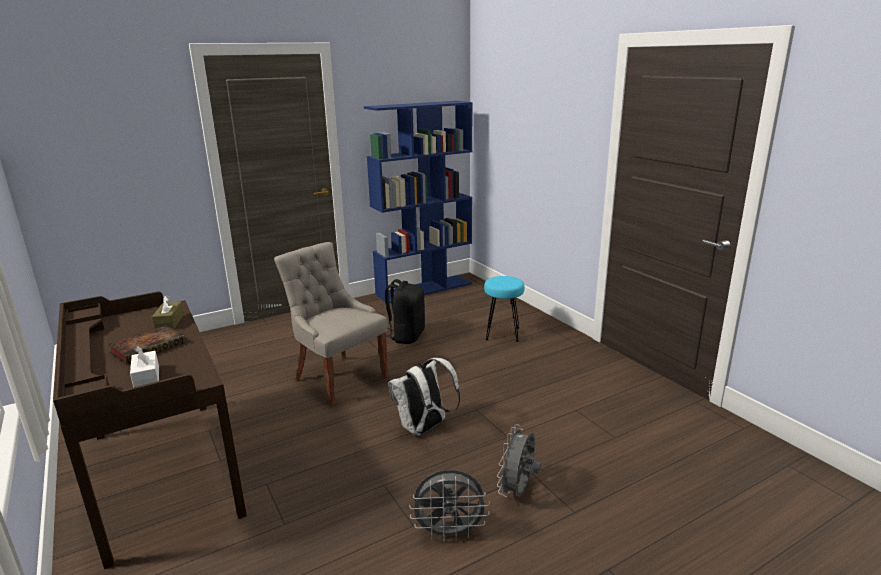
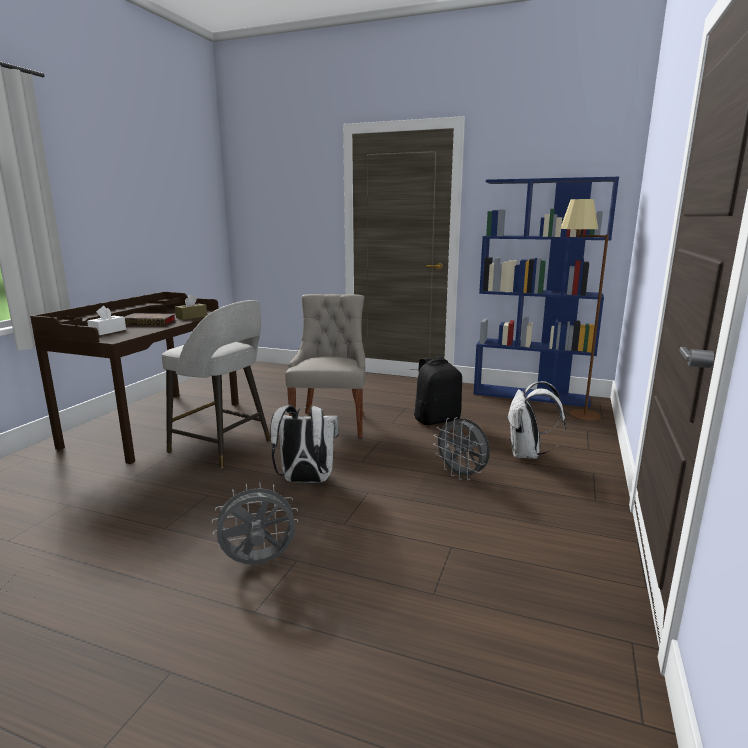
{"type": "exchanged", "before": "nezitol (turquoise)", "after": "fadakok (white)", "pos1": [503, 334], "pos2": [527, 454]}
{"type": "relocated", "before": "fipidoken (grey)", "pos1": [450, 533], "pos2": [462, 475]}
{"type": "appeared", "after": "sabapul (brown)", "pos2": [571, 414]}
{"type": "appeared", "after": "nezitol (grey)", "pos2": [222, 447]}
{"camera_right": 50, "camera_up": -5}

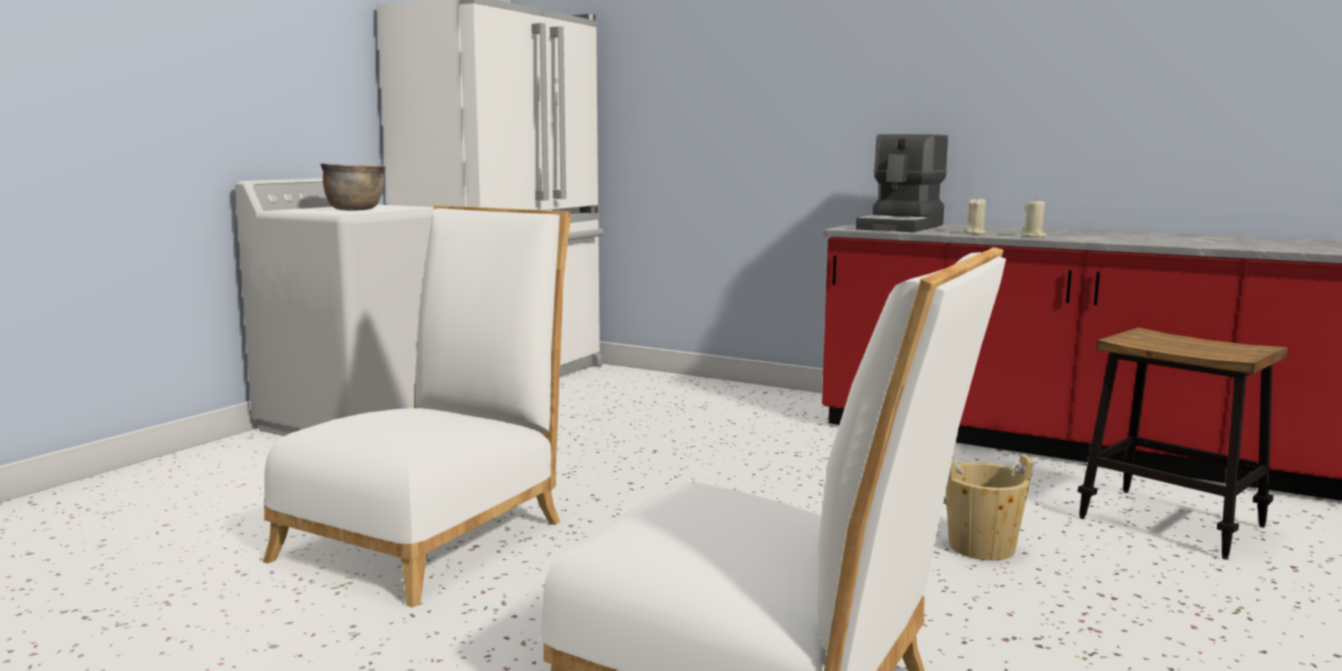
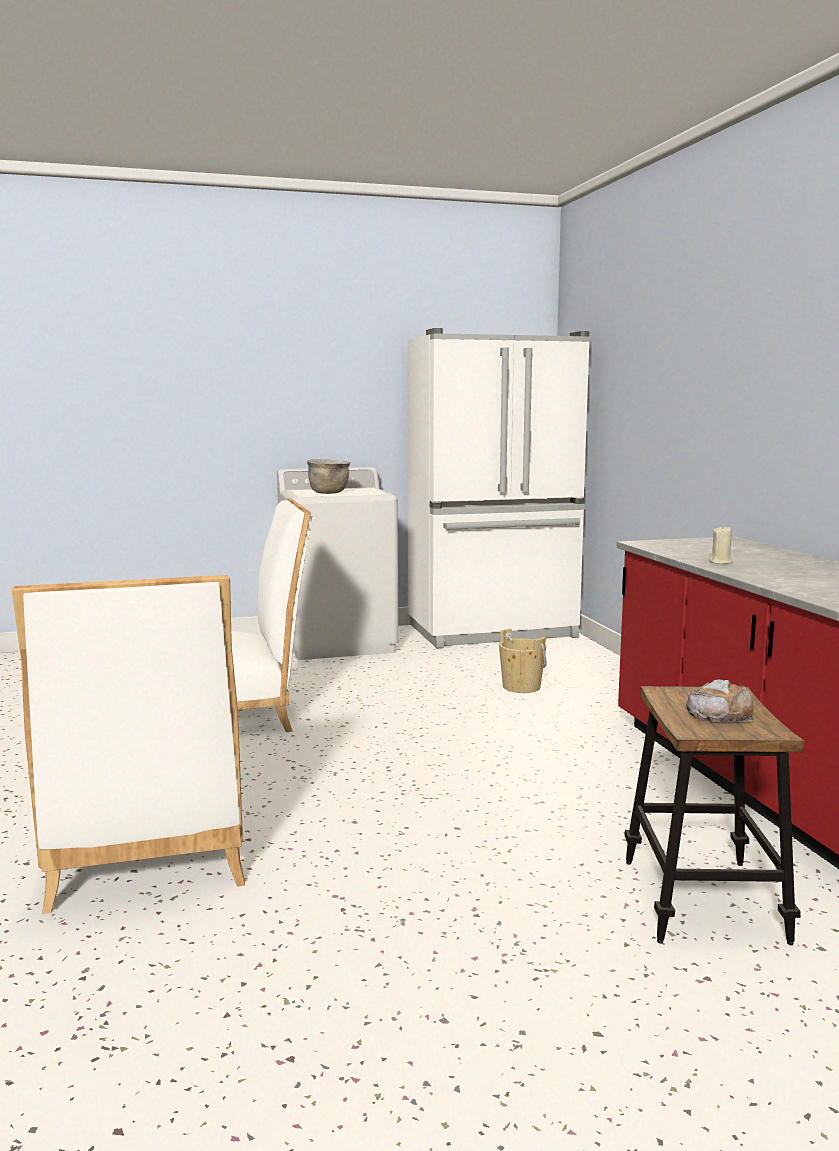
{"type": "missing", "before": "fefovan", "pos1": [902, 227]}
{"type": "missing", "before": "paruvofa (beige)", "pos1": [1033, 236]}
{"type": "relocated", "before": "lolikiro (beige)", "pos1": [981, 547], "pos2": [521, 687]}
{"type": "appeared", "after": "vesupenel", "pos2": [720, 713]}
{"camera_right": 45, "camera_up": 0}

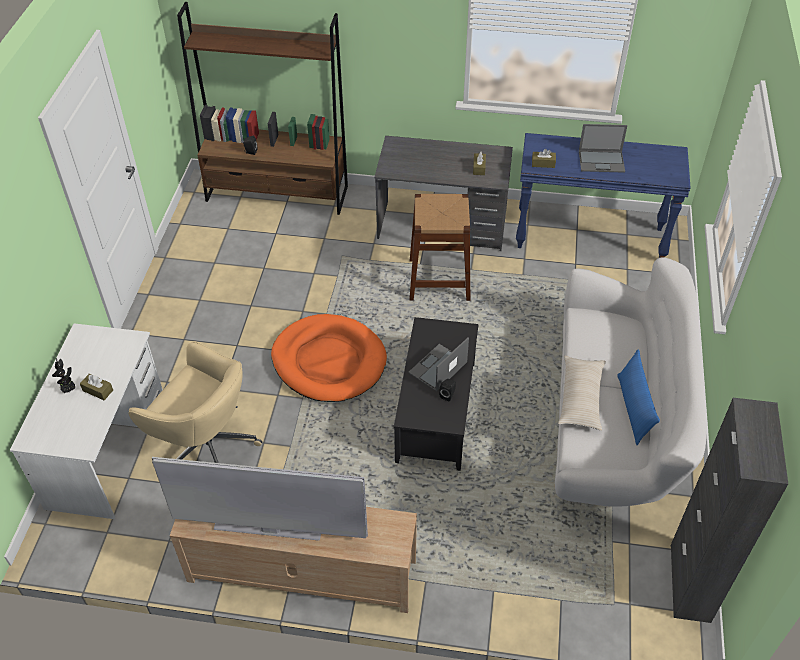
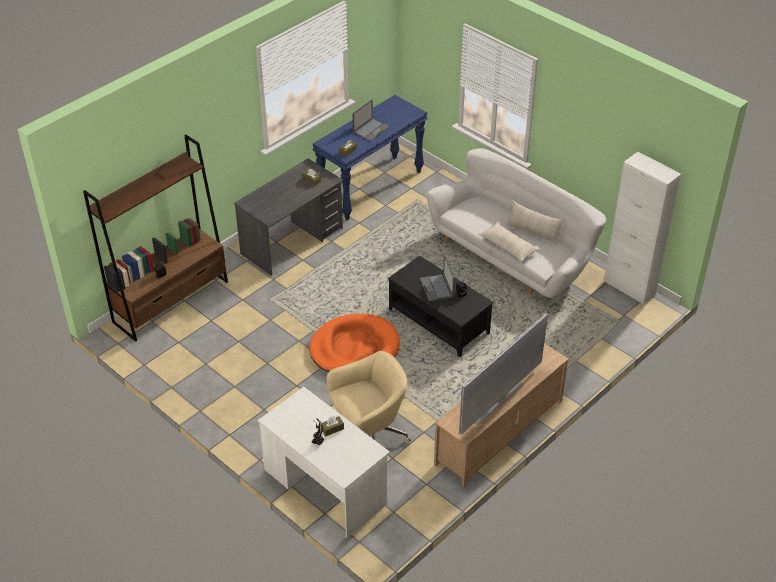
{"type": "missing", "before": "nezitol (brown)", "pos1": [439, 279]}
{"type": "colour", "before": "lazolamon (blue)", "after": "lazolamon (beige)", "pos1": [633, 409], "pos2": [533, 232]}
{"type": "colour", "before": "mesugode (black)", "after": "mesugode (white)", "pos1": [690, 583], "pos2": [629, 287]}
{"camera_right": -55, "camera_up": -5}

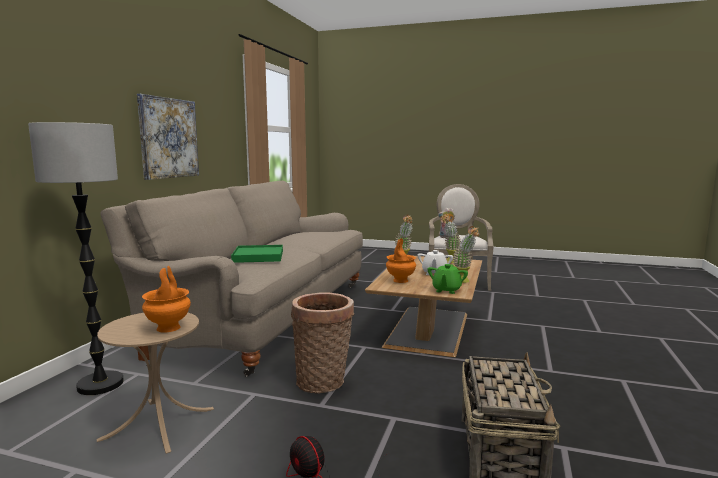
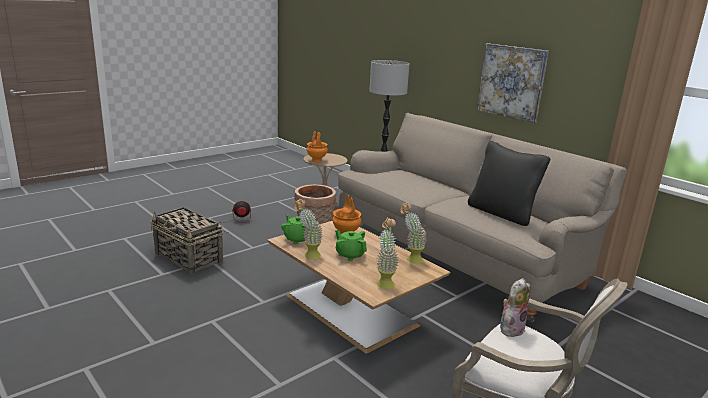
{"type": "missing", "before": "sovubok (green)", "pos1": [258, 256]}
{"type": "colour", "before": "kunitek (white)", "after": "kunitek (green)", "pos1": [434, 273], "pos2": [350, 255]}
{"type": "appeared", "after": "lazolamon (black)", "pos2": [502, 213]}
{"camera_right": 120, "camera_up": 10}

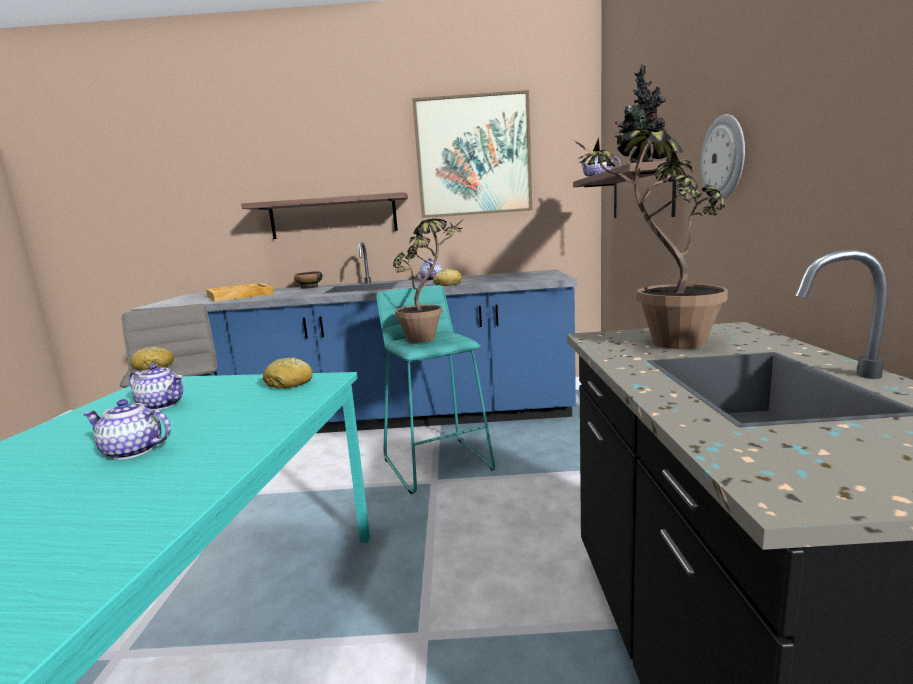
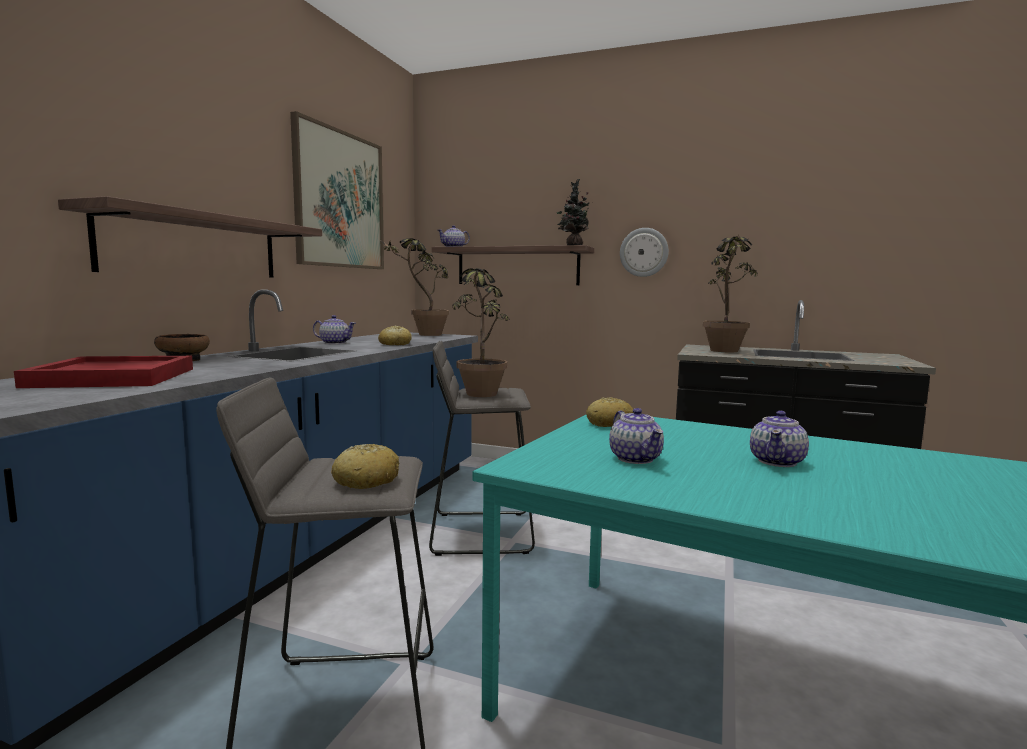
{"type": "colour", "before": "sovubok (beige)", "after": "sovubok (red)", "pos1": [240, 295], "pos2": [116, 377]}
{"type": "colour", "before": "nezitol (turquoise)", "after": "nezitol (grey)", "pos1": [439, 464], "pos2": [481, 532]}
{"type": "spun", "before": "kunitek", "pos1": [162, 405], "pos2": [636, 459], "turn": 120}
{"type": "appeared", "after": "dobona", "pos2": [422, 335]}
{"camera_right": -70, "camera_up": -5}

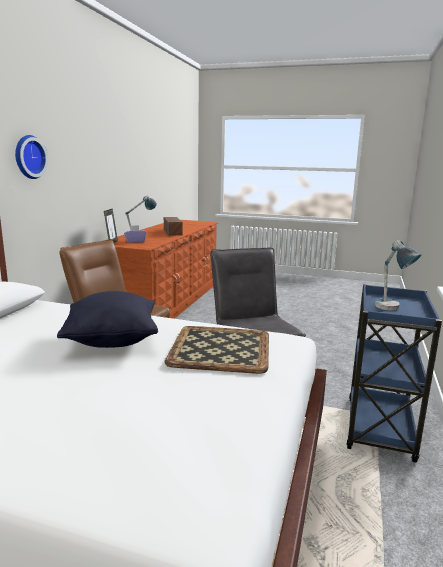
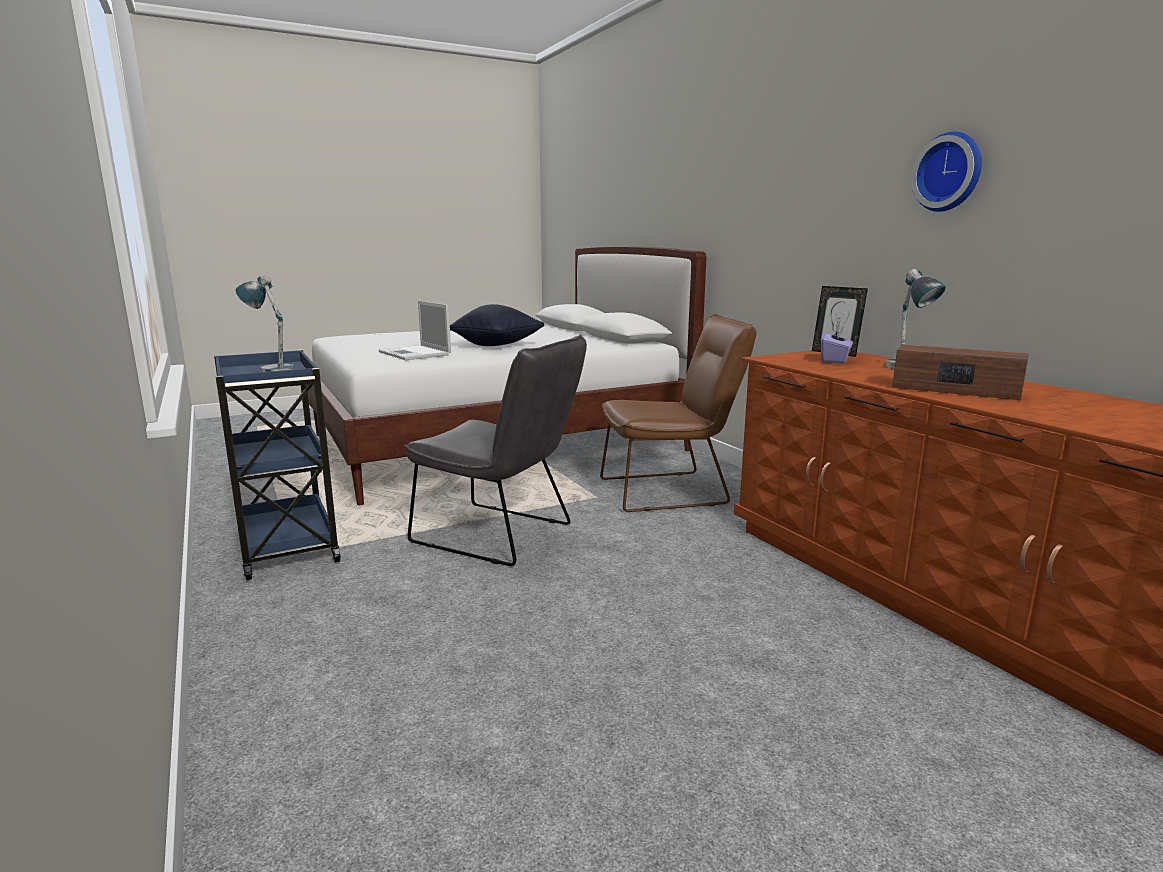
{"type": "relocated", "before": "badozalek", "pos1": [28, 157], "pos2": [949, 172]}
{"type": "exchanged", "before": "sovubok", "after": "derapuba", "pos1": [219, 348], "pos2": [415, 354]}
{"camera_right": 135, "camera_up": 0}

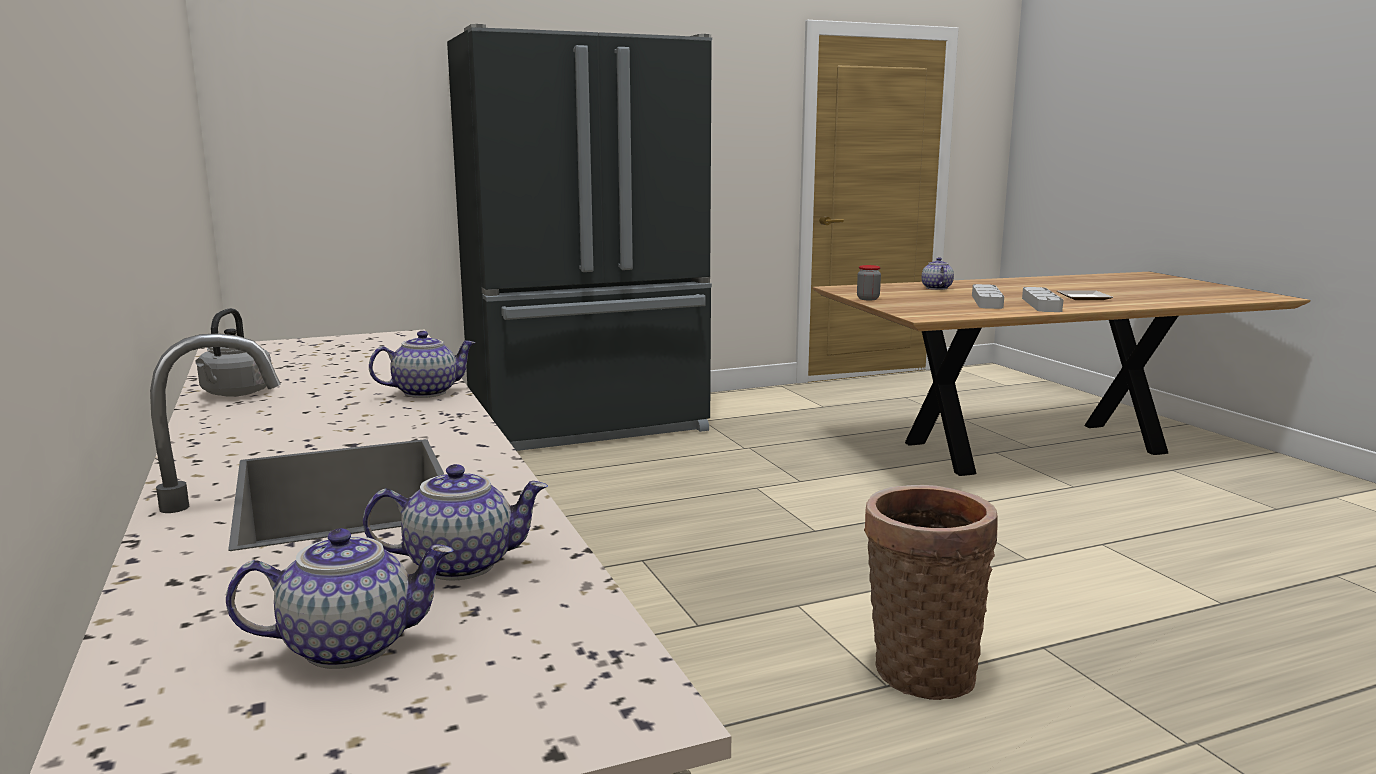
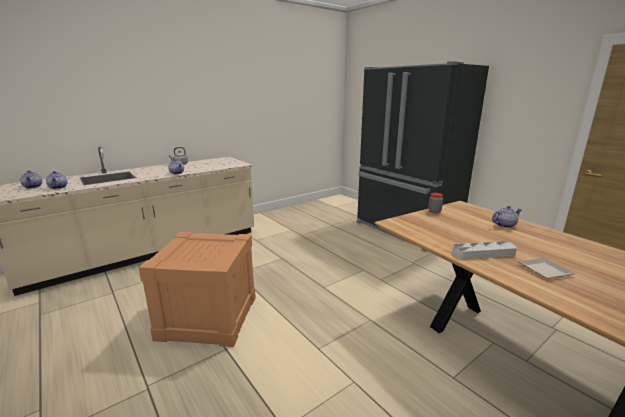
{"type": "missing", "before": "sovubok (grey)", "pos1": [987, 301]}
{"type": "exchanged", "before": "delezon", "after": "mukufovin", "pos1": [919, 669], "pos2": [208, 317]}
{"camera_right": 75, "camera_up": 5}

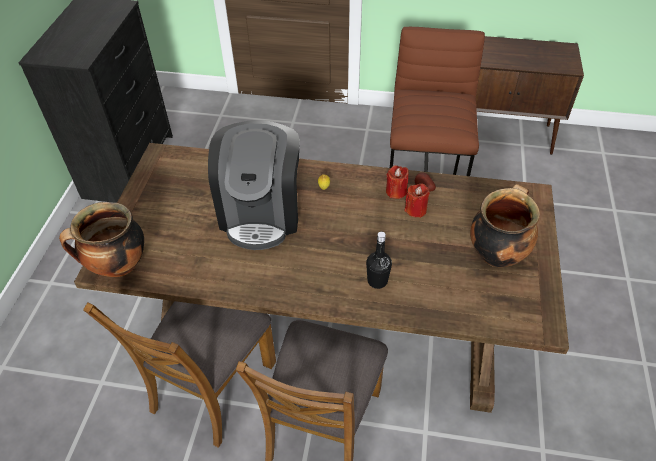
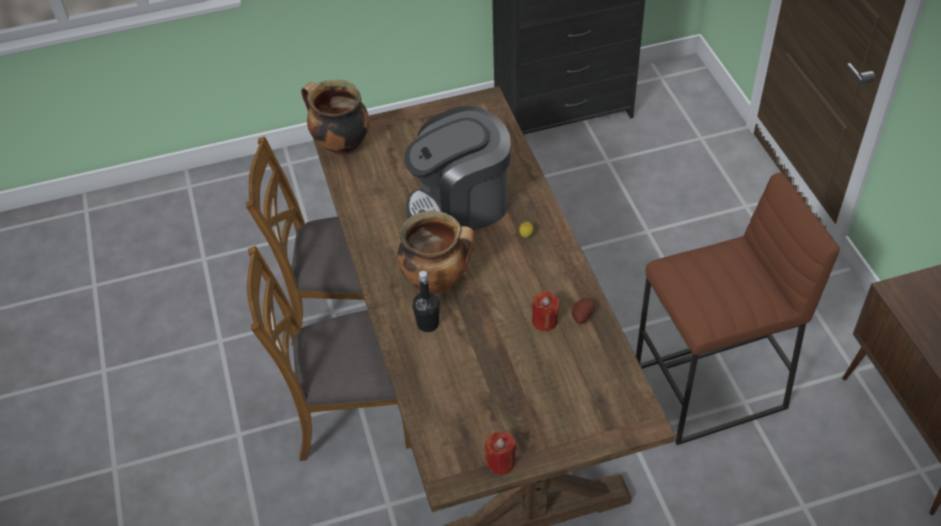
{"type": "relocated", "before": "paruvofa (red)", "pos1": [396, 191], "pos2": [500, 462]}
{"type": "relocated", "before": "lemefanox", "pos1": [496, 253], "pos2": [437, 280]}
{"camera_right": 65, "camera_up": 0}

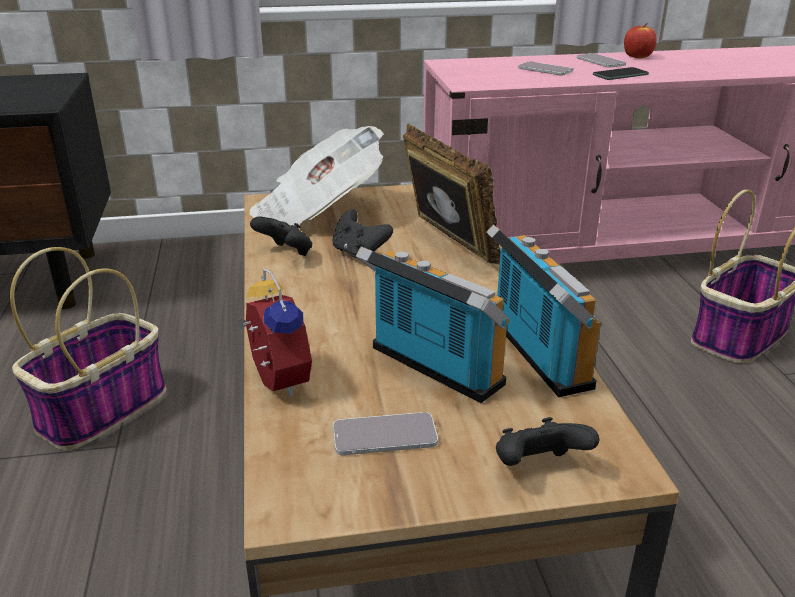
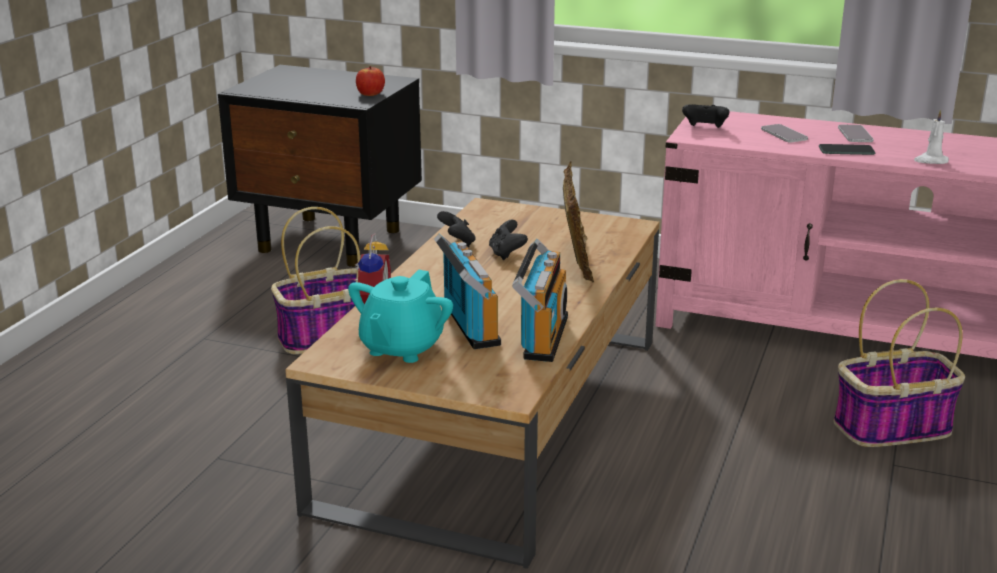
{"type": "relocated", "before": "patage", "pos1": [637, 56], "pos2": [370, 94]}
{"type": "missing", "before": "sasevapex", "pos1": [318, 211]}
{"type": "exchanged", "before": "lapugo", "after": "kunitek (turquoise)", "pos1": [384, 435], "pos2": [401, 348]}
{"type": "relocated", "before": "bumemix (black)", "pos1": [537, 468], "pos2": [704, 128]}
{"type": "appeared", "after": "paruvofa (white)", "pos2": [930, 161]}
{"camera_right": 30, "camera_up": -5}

